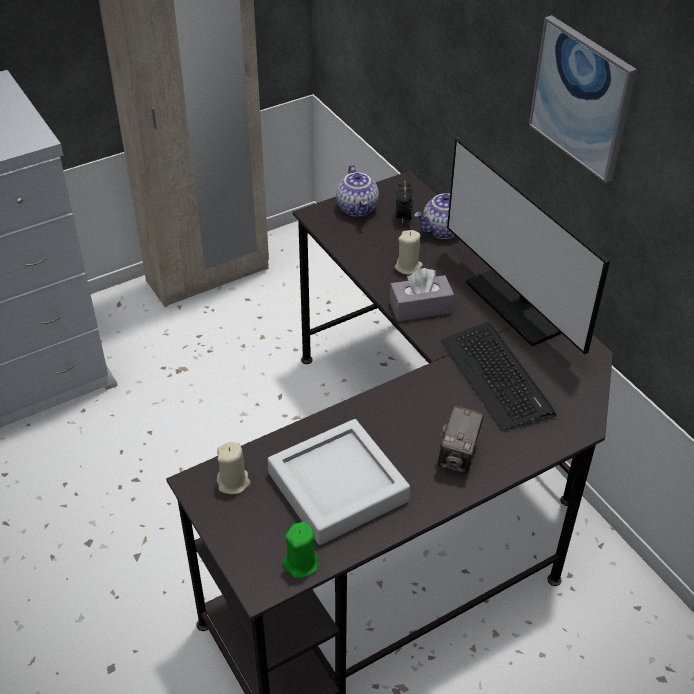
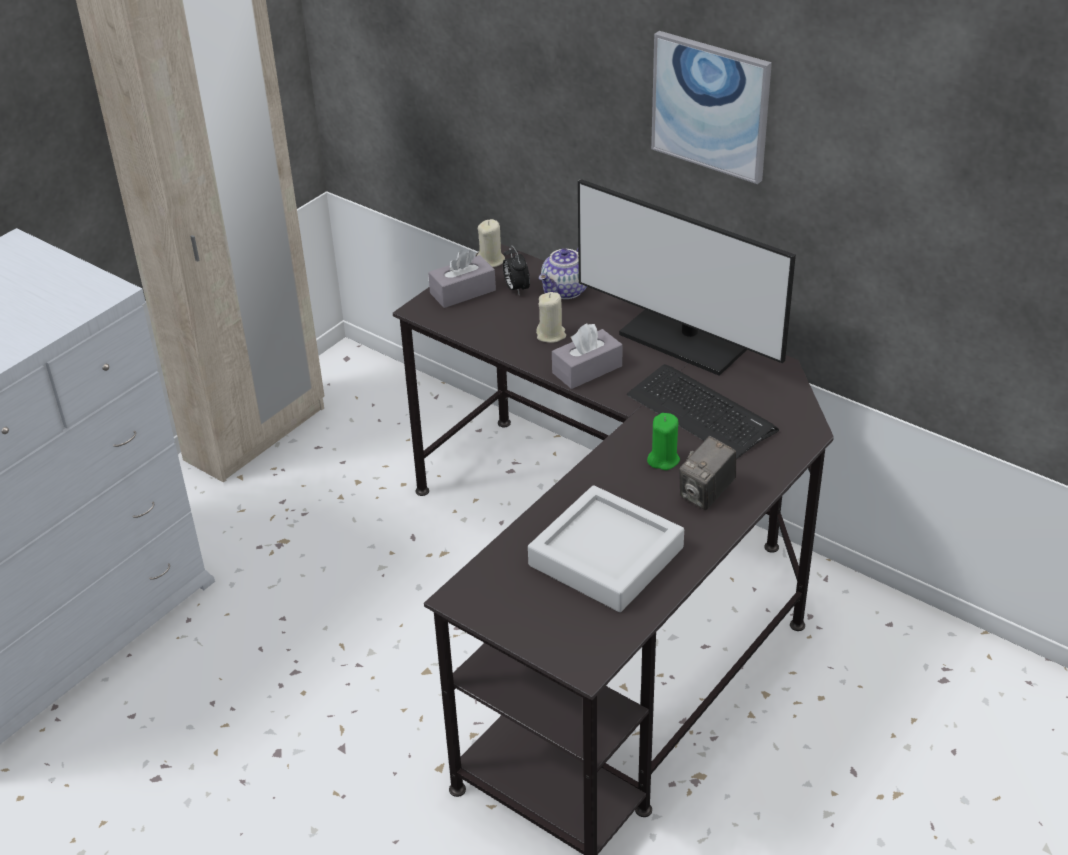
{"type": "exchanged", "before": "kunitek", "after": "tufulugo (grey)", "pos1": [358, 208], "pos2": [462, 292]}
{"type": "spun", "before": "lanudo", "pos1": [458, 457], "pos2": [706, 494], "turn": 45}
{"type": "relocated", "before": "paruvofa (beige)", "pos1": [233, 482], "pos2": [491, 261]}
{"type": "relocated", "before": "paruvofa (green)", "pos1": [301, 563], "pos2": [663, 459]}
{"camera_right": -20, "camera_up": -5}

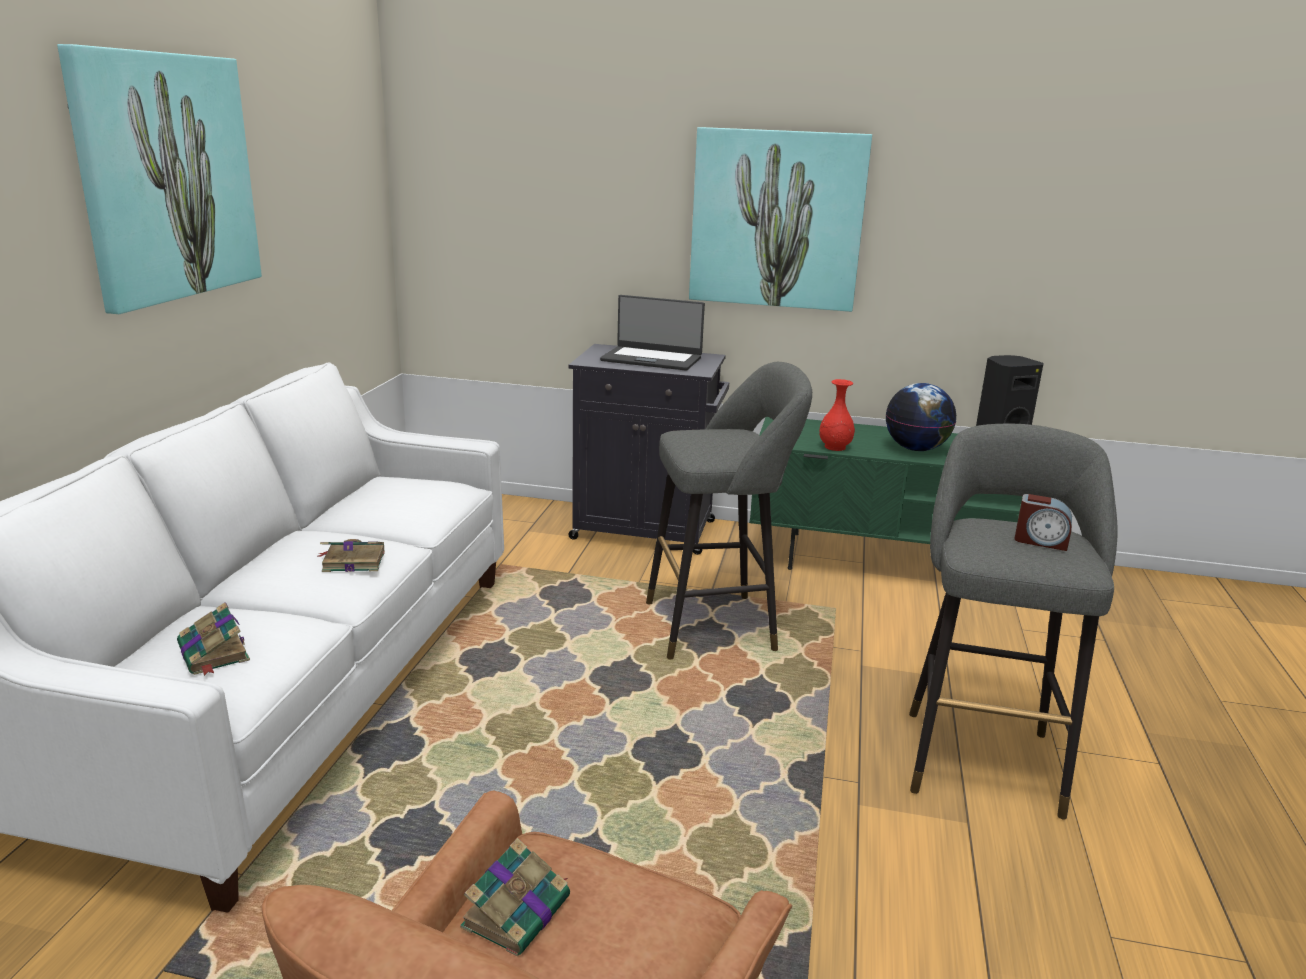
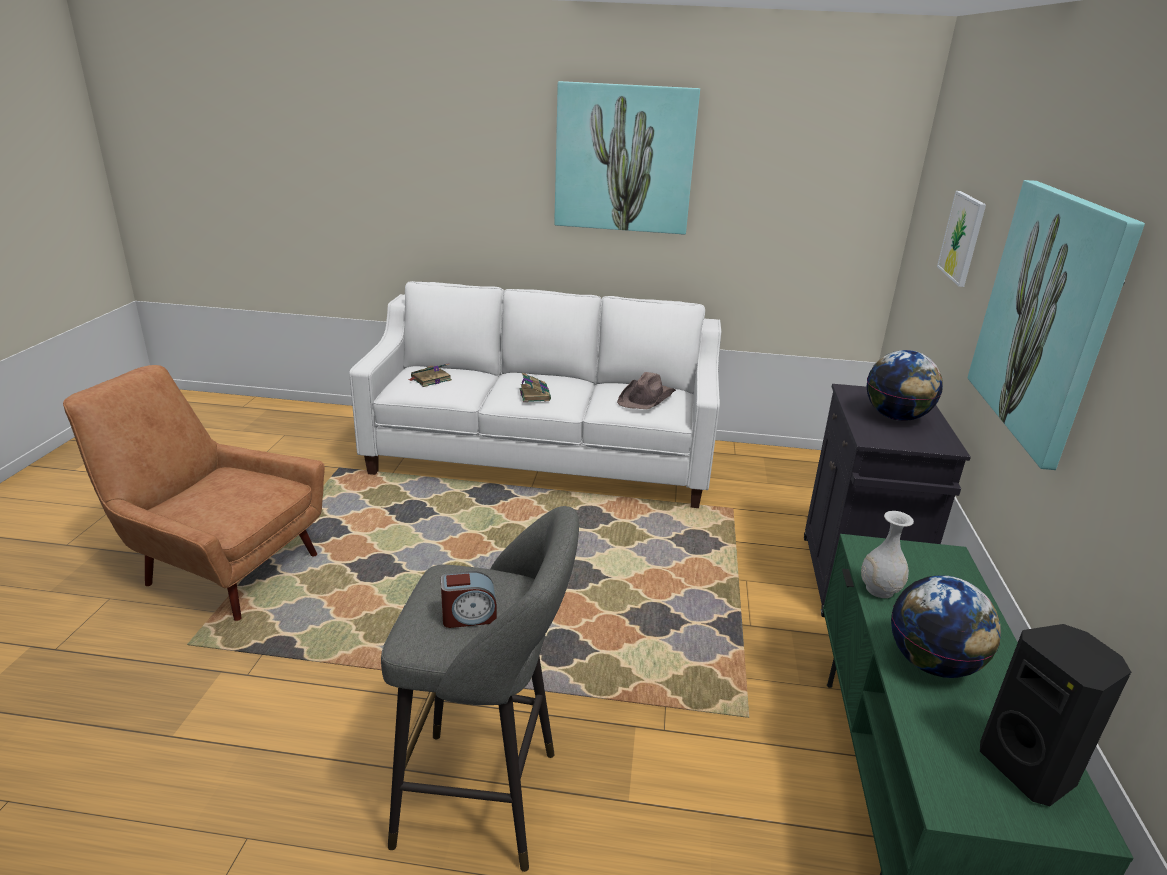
{"type": "exchanged", "before": "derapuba", "after": "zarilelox", "pos1": [652, 359], "pos2": [896, 417]}
{"type": "missing", "before": "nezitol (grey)", "pos1": [718, 626]}
{"type": "colour", "before": "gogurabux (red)", "after": "gogurabux (white)", "pos1": [834, 447], "pos2": [879, 589]}
{"type": "spun", "before": "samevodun", "pos1": [1040, 541], "pos2": [469, 616], "turn": -120}
{"type": "missing", "before": "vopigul", "pos1": [518, 910]}
{"type": "appeared", "after": "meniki", "pos2": [962, 237]}
{"type": "appeared", "after": "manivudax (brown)", "pos2": [647, 398]}
{"camera_right": 85, "camera_up": 5}

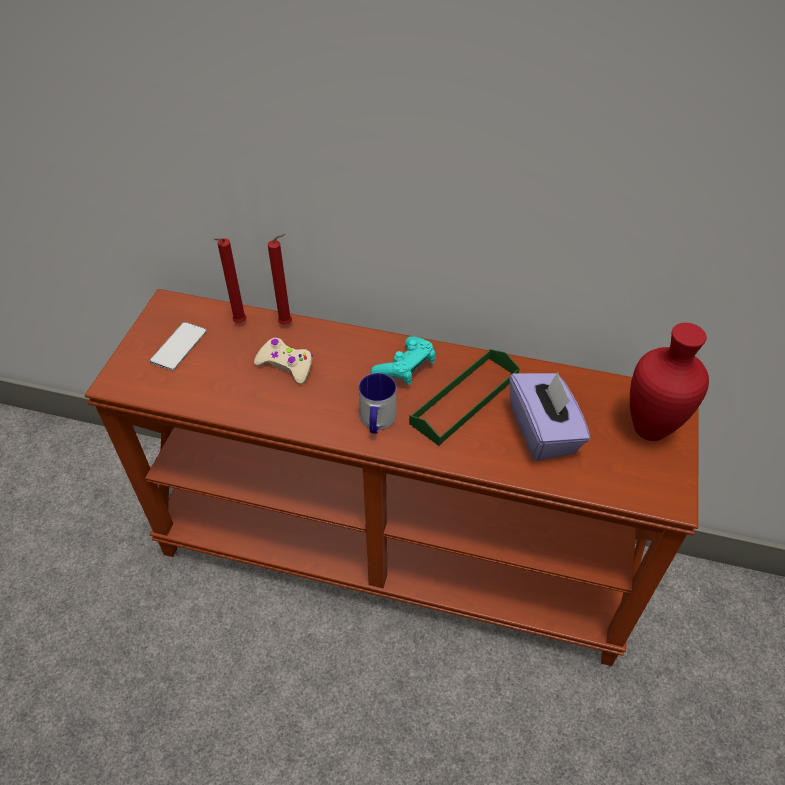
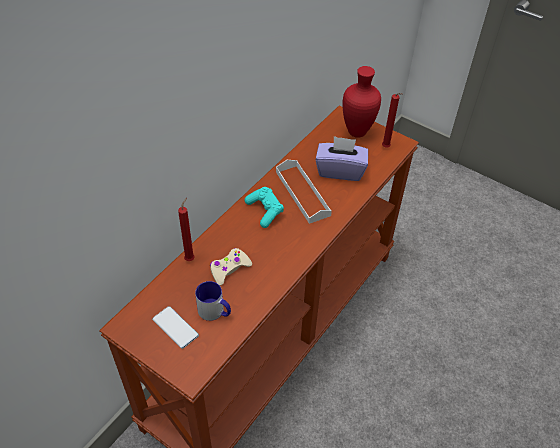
{"type": "relocated", "before": "paruvofa (red)", "pos1": [238, 324], "pos2": [386, 148]}
{"type": "colour", "before": "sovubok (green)", "after": "sovubok (white)", "pos1": [465, 399], "pos2": [302, 193]}
{"type": "relocated", "before": "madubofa", "pos1": [377, 421], "pos2": [215, 312]}
{"camera_right": -70, "camera_up": 0}

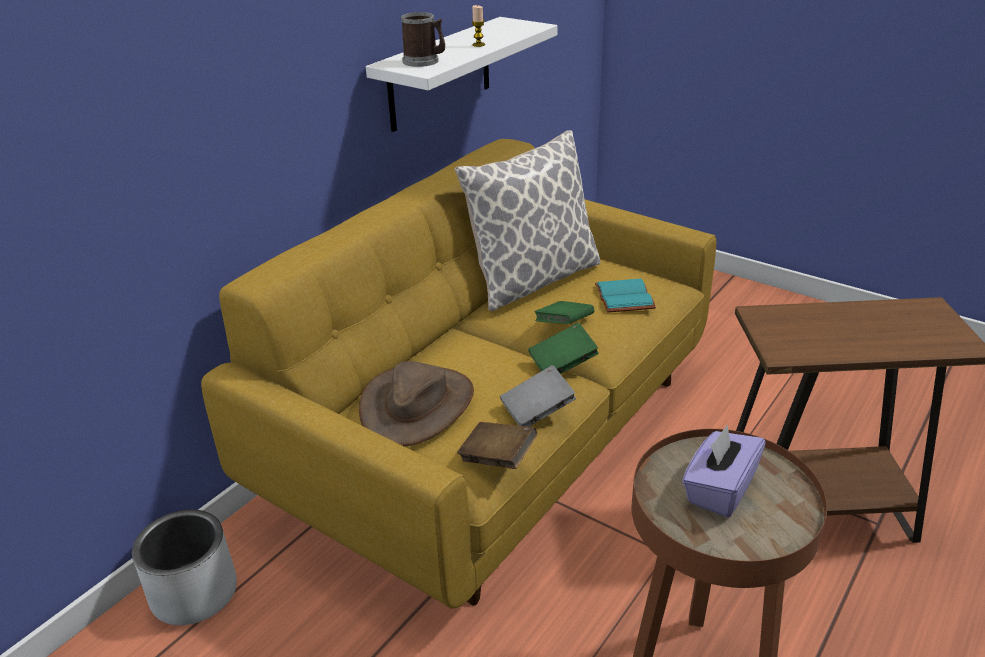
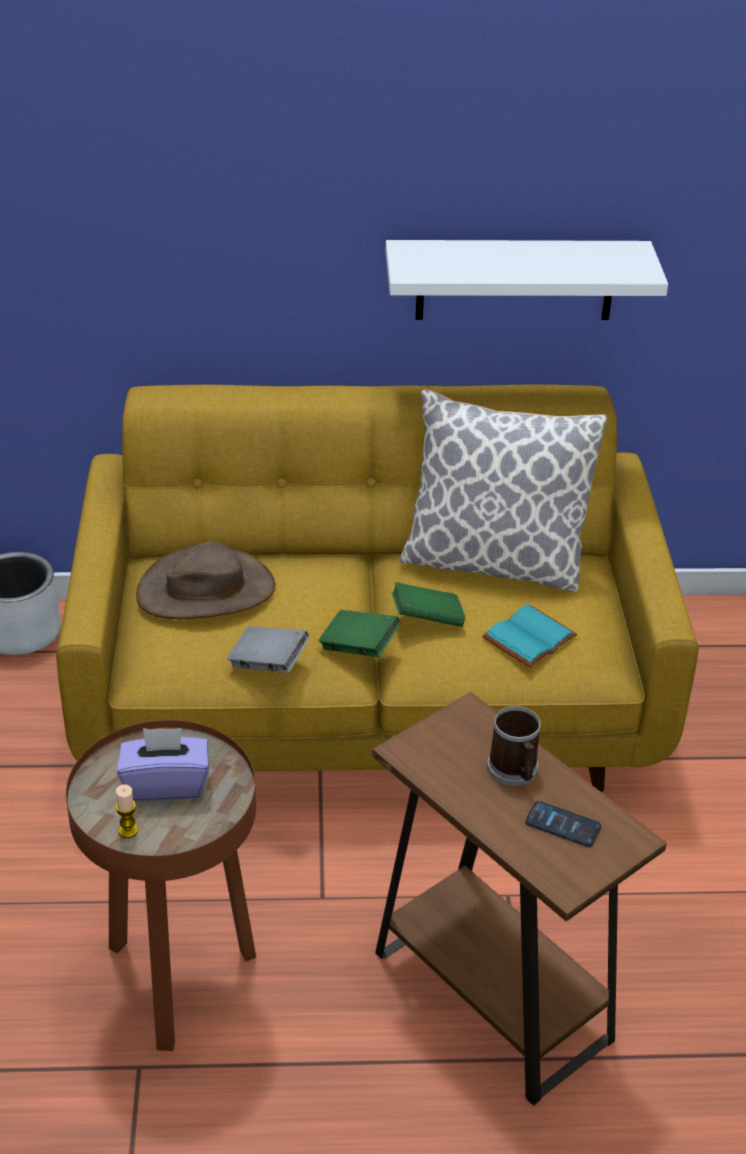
{"type": "relocated", "before": "paruvofa", "pos1": [478, 45], "pos2": [128, 831]}
{"type": "relocated", "before": "madubofa", "pos1": [424, 61], "pos2": [514, 771]}
{"type": "missing", "before": "vopigul (brown)", "pos1": [497, 458]}
{"type": "appeared", "after": "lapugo", "pos2": [563, 825]}
{"camera_right": 50, "camera_up": 5}

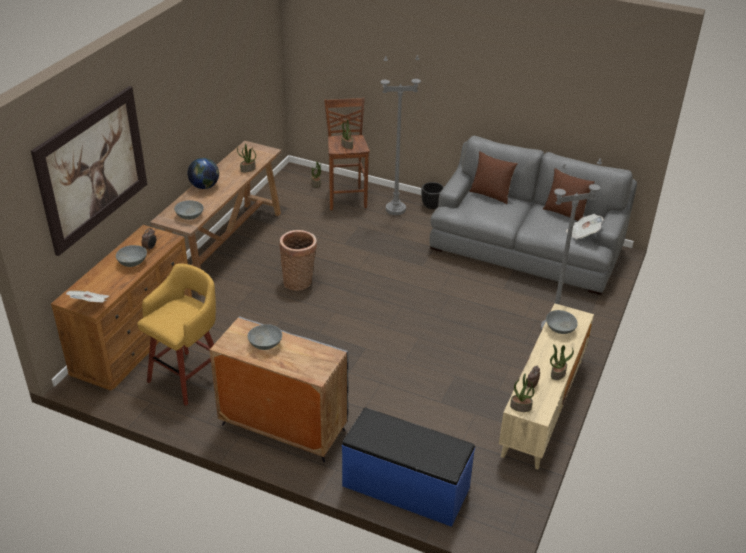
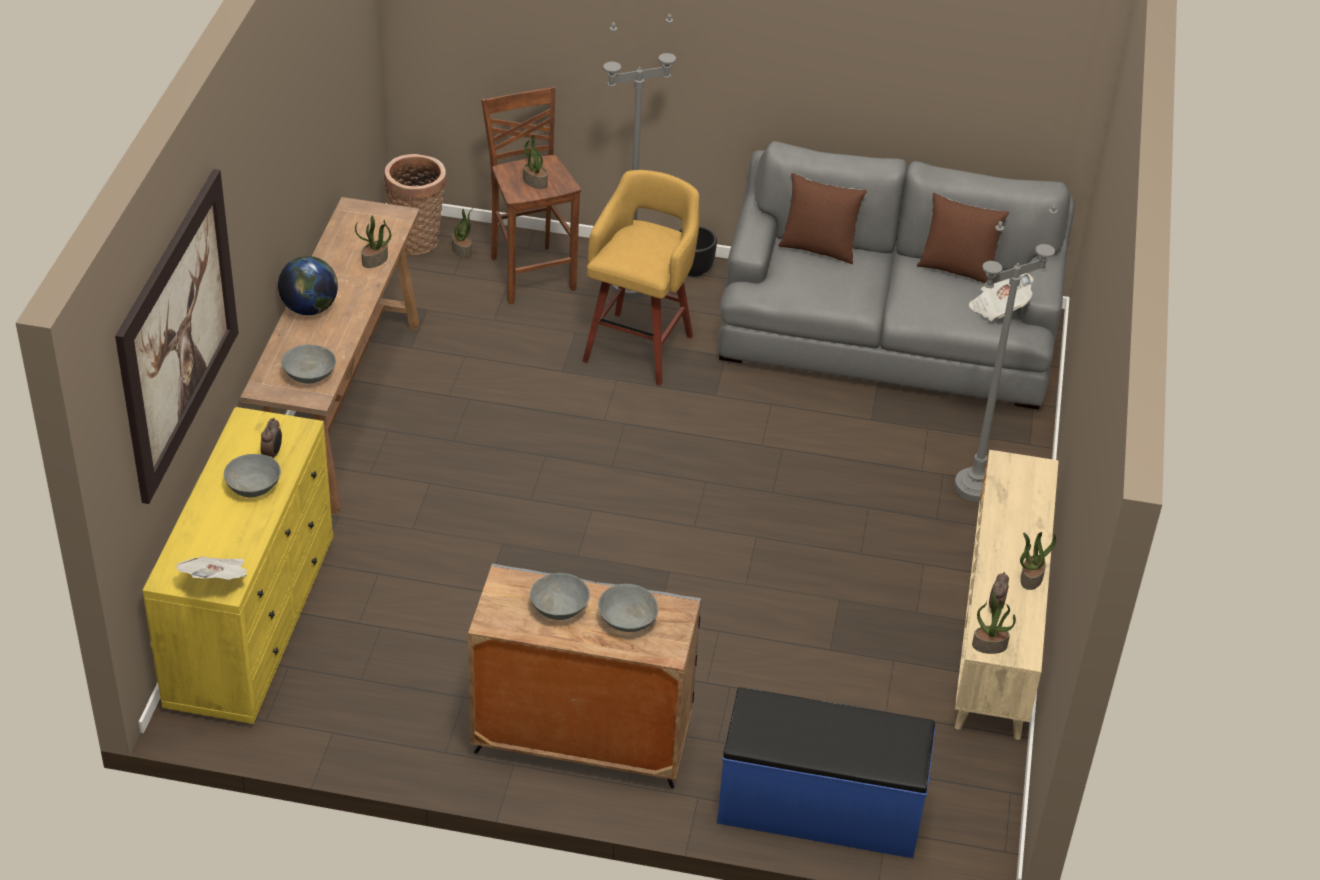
{"type": "colour", "before": "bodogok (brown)", "after": "bodogok (yellow)", "pos1": [135, 340], "pos2": [252, 622]}
{"type": "relocated", "before": "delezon", "pos1": [299, 281], "pos2": [417, 240]}
{"type": "relocated", "before": "nezitol (yellow)", "pos1": [188, 376], "pos2": [640, 346]}
{"type": "relocated", "before": "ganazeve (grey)", "pos1": [559, 329], "pos2": [626, 620]}
{"camera_right": -15, "camera_up": 5}

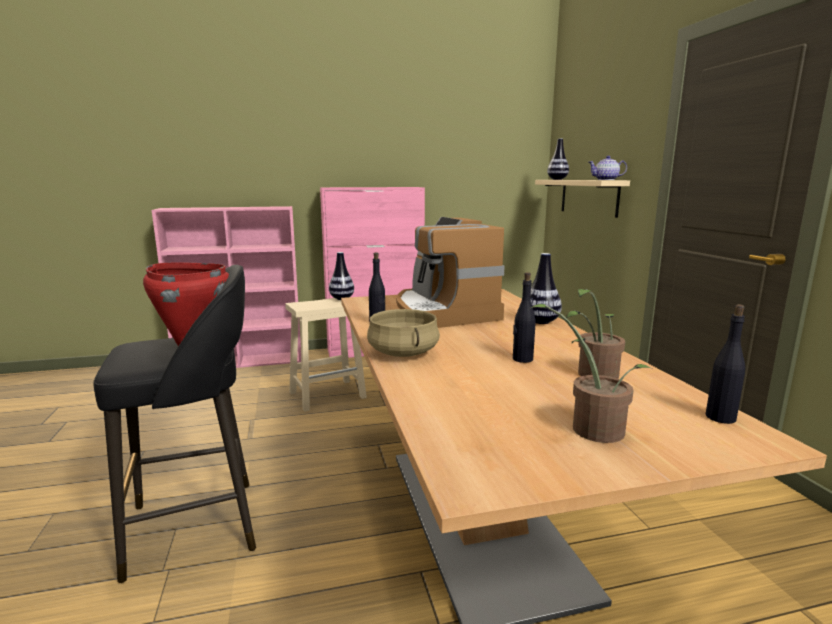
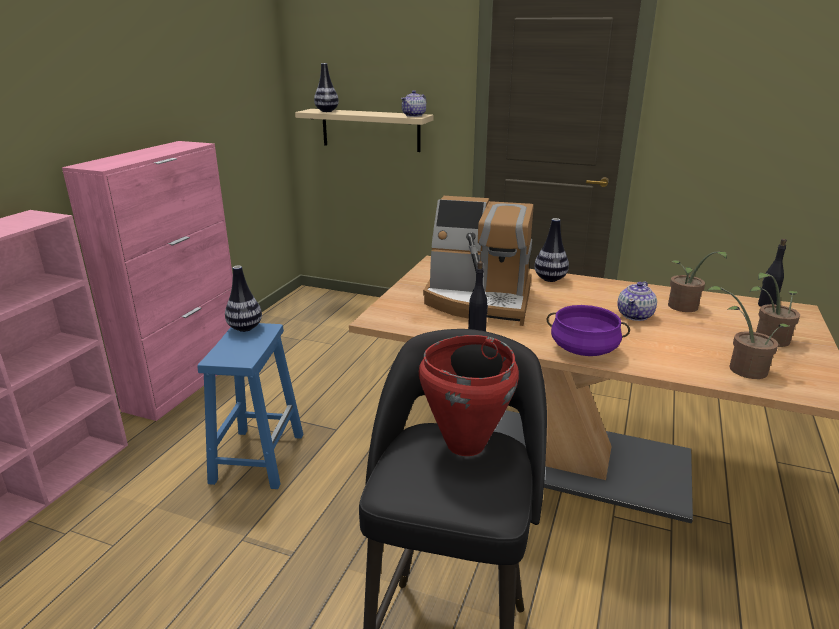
{"type": "exchanged", "before": "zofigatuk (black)", "after": "kunitek", "pos1": [522, 359], "pos2": [635, 315]}
{"type": "colour", "before": "nezitol (beige)", "after": "nezitol (blue)", "pos1": [328, 394], "pos2": [258, 457]}
{"type": "colour", "before": "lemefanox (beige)", "after": "lemefanox (purple)", "pos1": [404, 353], "pos2": [584, 349]}
{"type": "appeared", "after": "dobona", "pos2": [741, 368]}
{"camera_right": -55, "camera_up": 10}

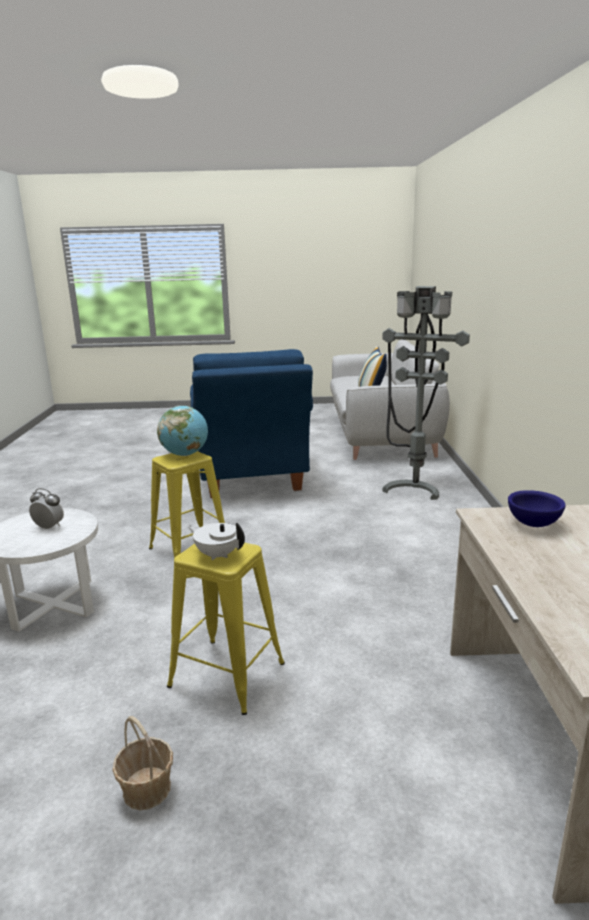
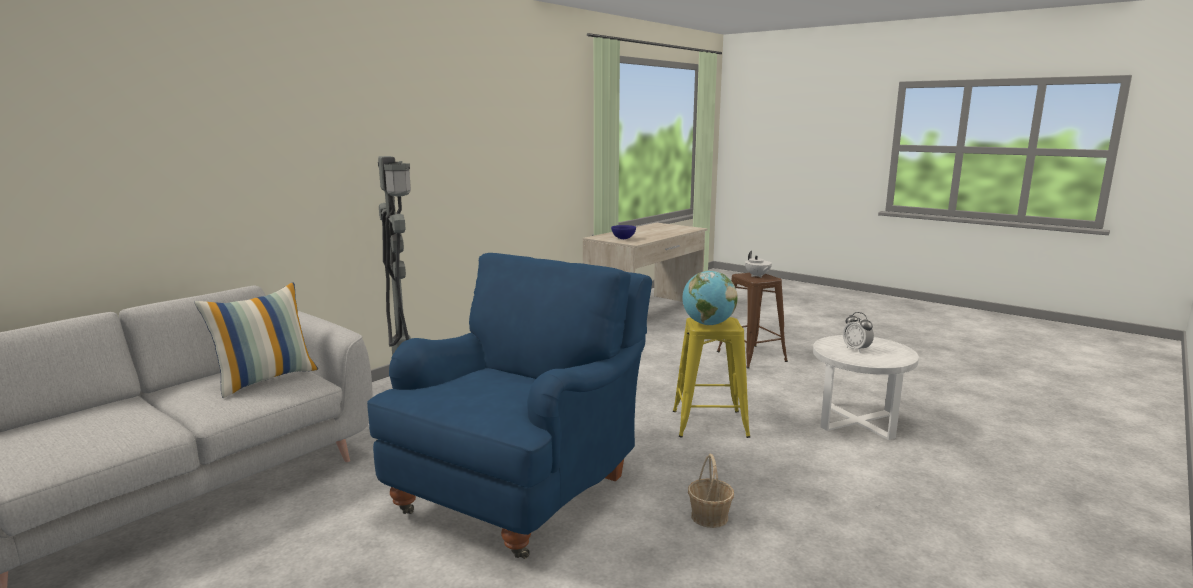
{"type": "colour", "before": "nezitol (yellow)", "after": "nezitol (brown)", "pos1": [227, 675], "pos2": [751, 356]}
{"type": "relocated", "before": "delezon", "pos1": [147, 789], "pos2": [709, 516]}
{"camera_right": -140, "camera_up": -5}

